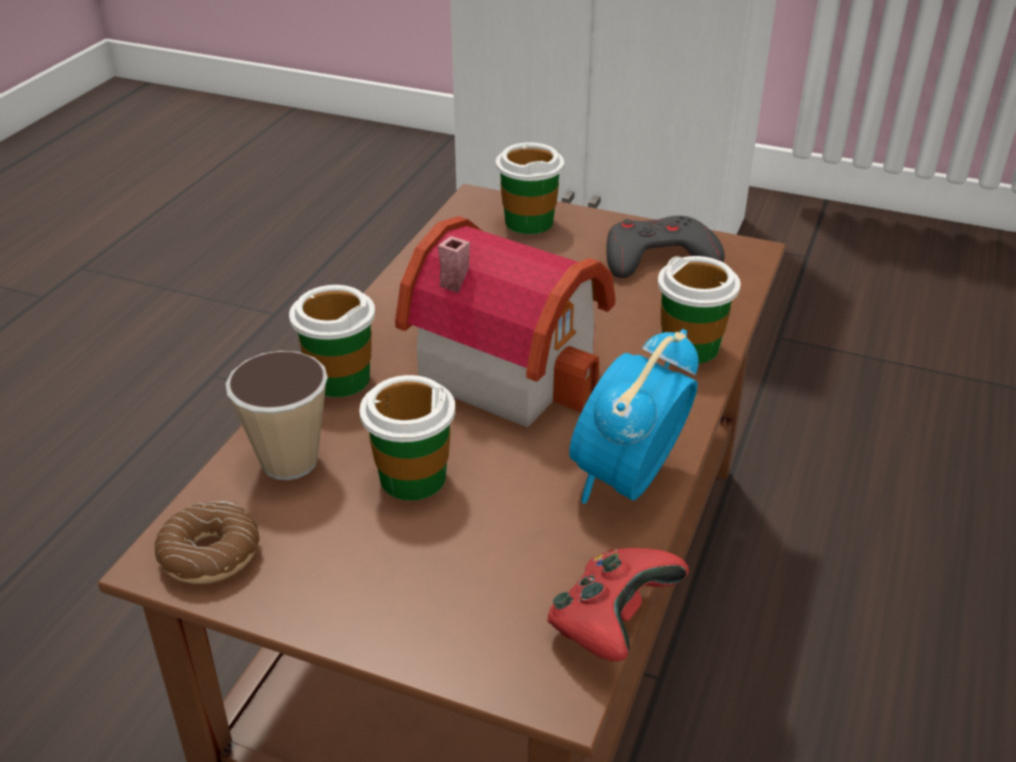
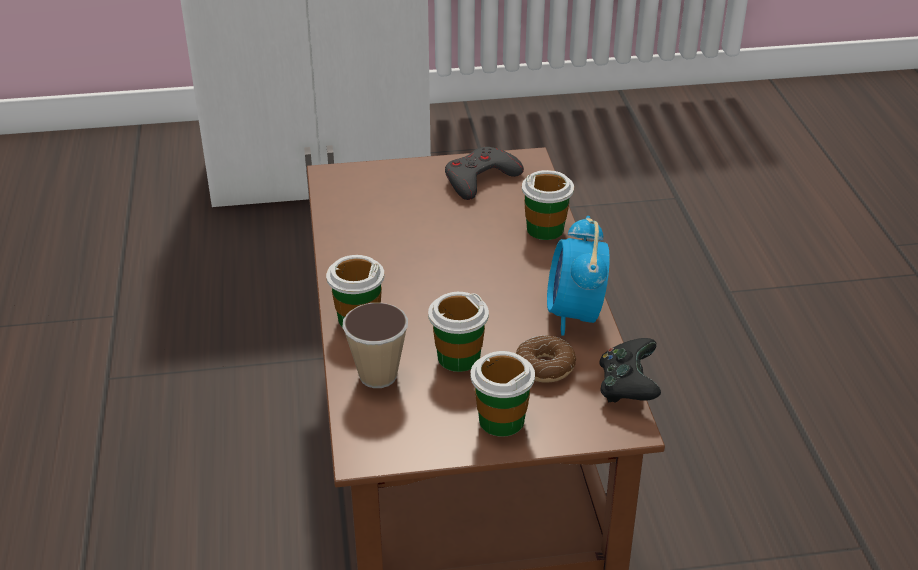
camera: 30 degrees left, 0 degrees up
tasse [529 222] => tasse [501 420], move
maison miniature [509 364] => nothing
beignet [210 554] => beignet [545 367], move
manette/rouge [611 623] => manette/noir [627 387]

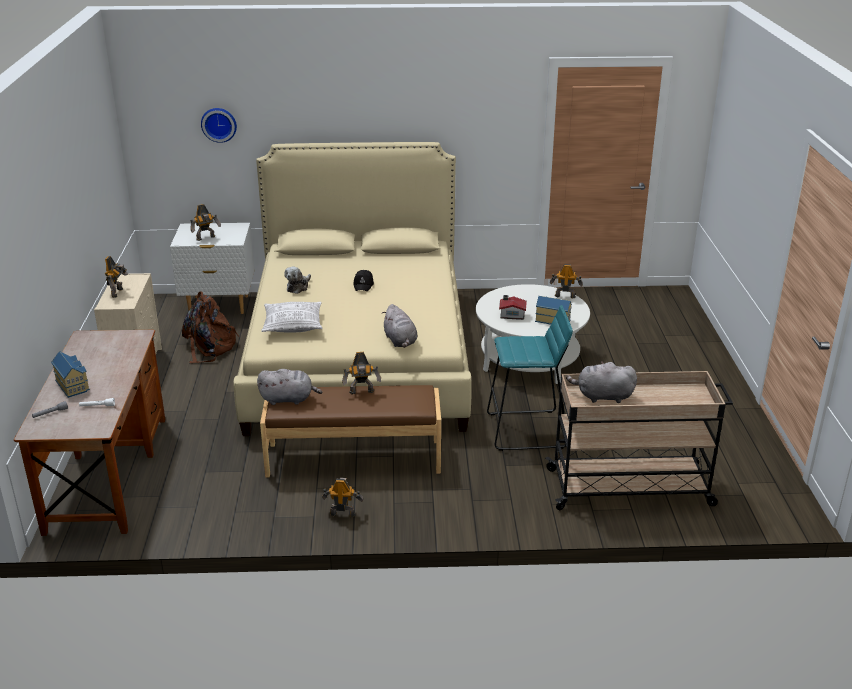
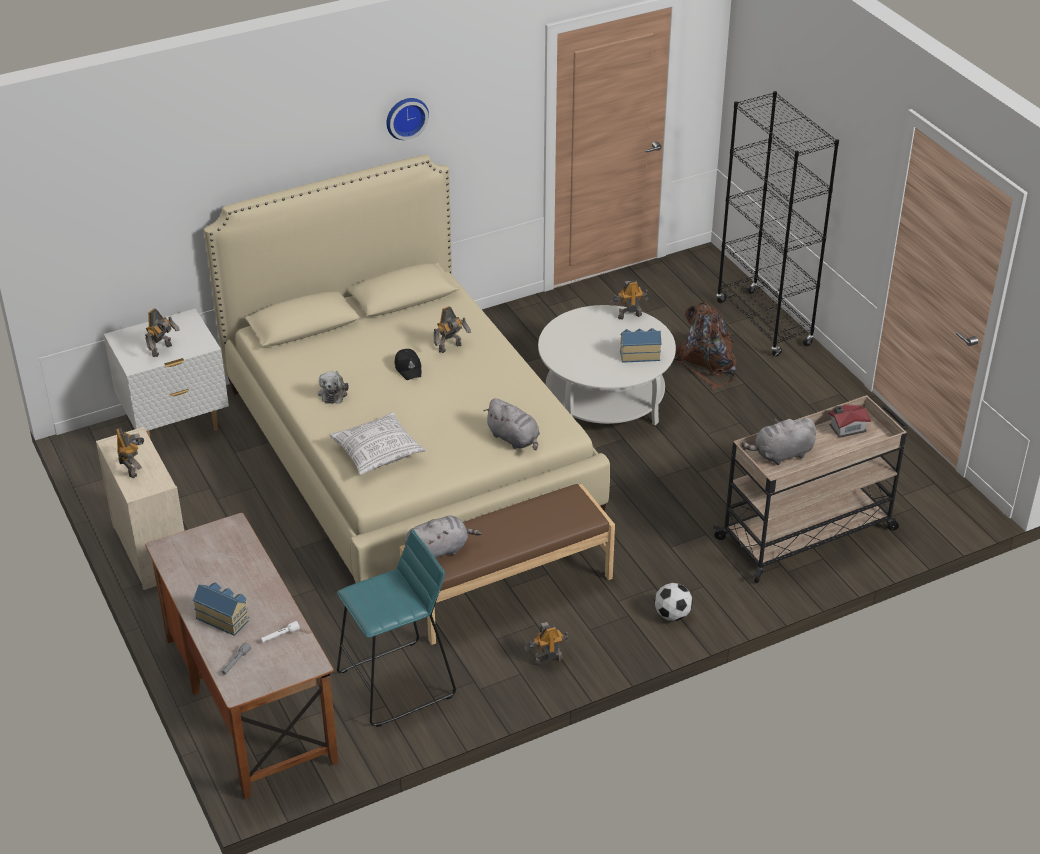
camera: 25 degrees left, 10 degrees up
horloge murale [219 124] => horloge murale [405 117], move
sac à dos/marron [209 347] => sac à dos/marron [707 364], move
maison miniature [511 315] => maison miniature [846 428], move
tabouret/turquoise [527 431] => tabouret/turquoise [397 684], move
robot jouet [362 392] => robot jouet [451 348], move
nothing => bibliothèque/noir [764 323]
nothing => ballon de foot [672 615]

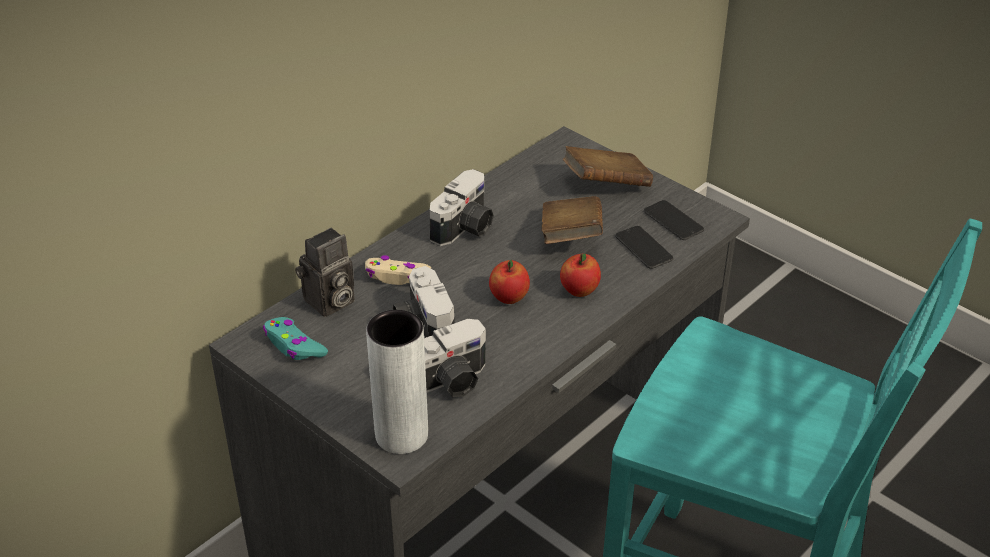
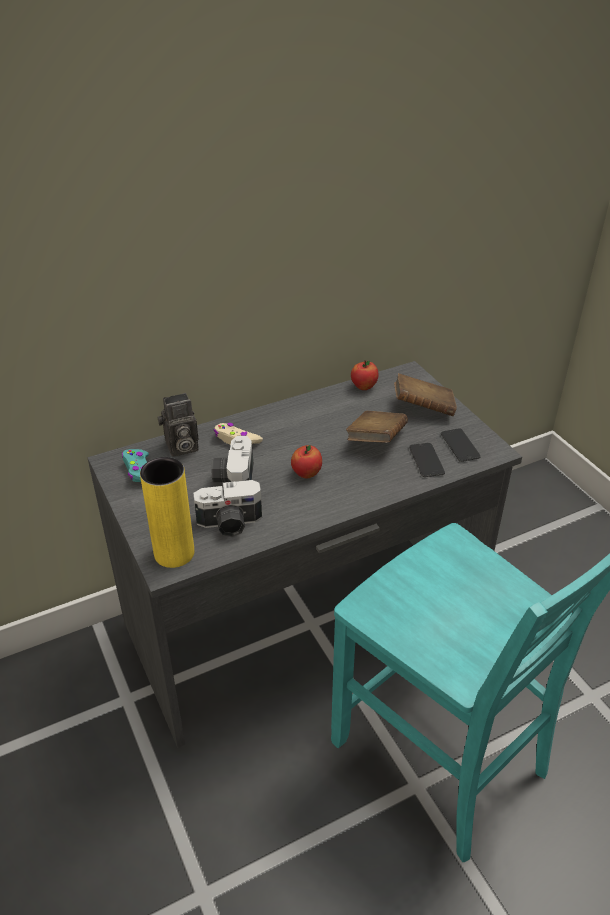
camera: 20 degrees right, 0 degrees up
appareil photo [466 228] => nothing
pomme [579 291] => pomme [363 386], move
vase/gris [401 435] => vase/jaune [174 553]

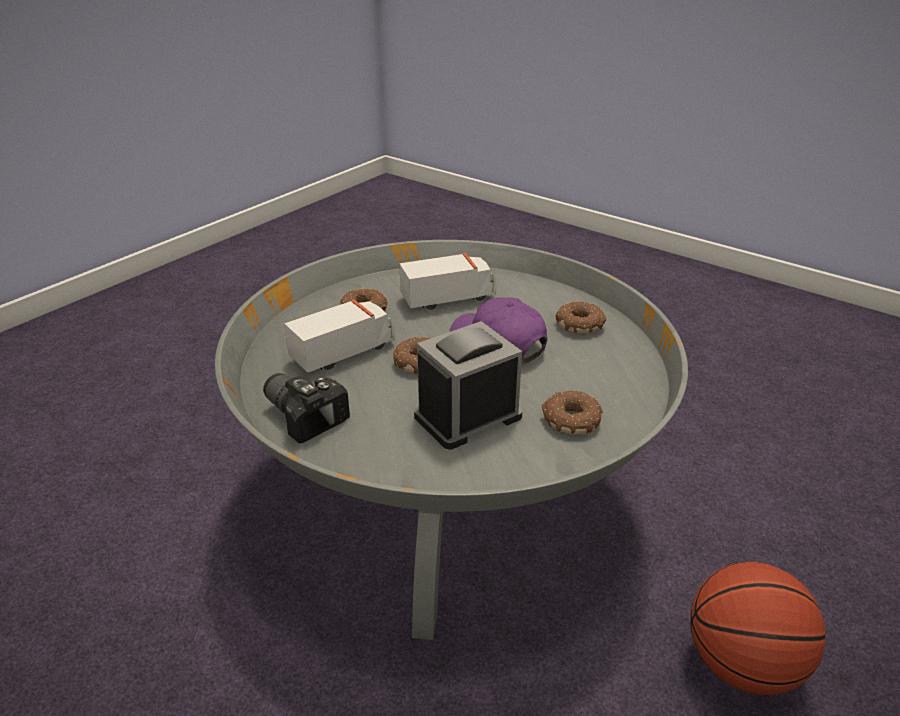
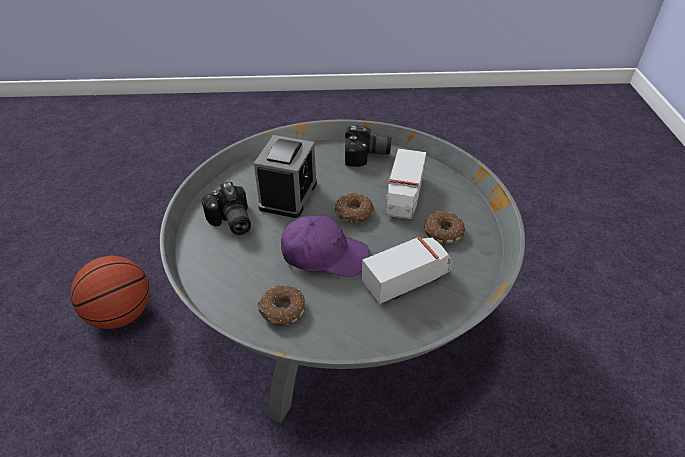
camera: 140 degrees right, 10 degrees up
camion jouet [449 298] => camion jouet [407 280], 150 degrees counterclockwise
beignet [570 420] => appareil photo [230 222]

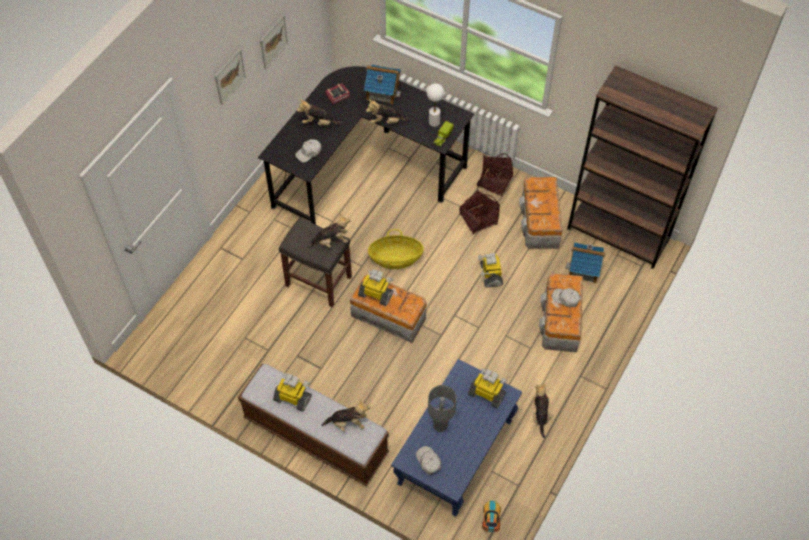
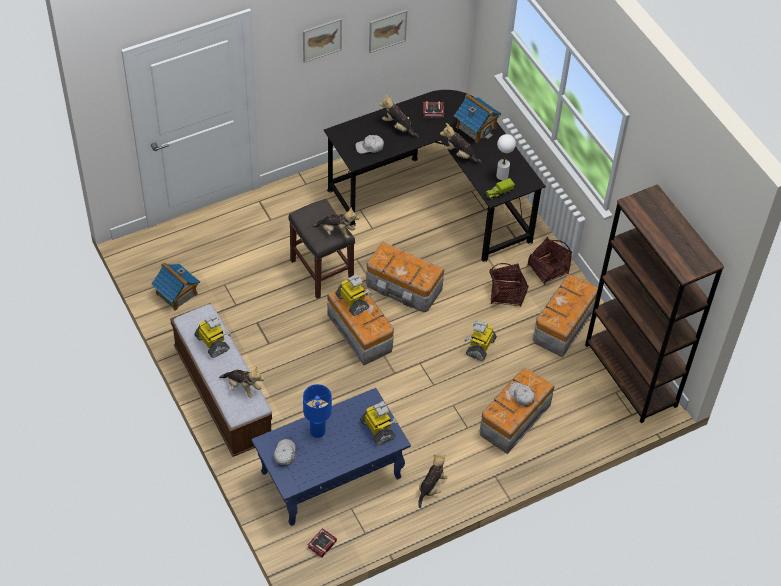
camera: 30 degrees right, 5 degrees down
panier [395 258] => boîte de rangement [404 288]
maison miniature [584 269] => maison miniature [177 294], move
lampe de table/gris [440 424] => lampe de table/bleu [317 431]
petite voiture [491 517] => livre [320 544]

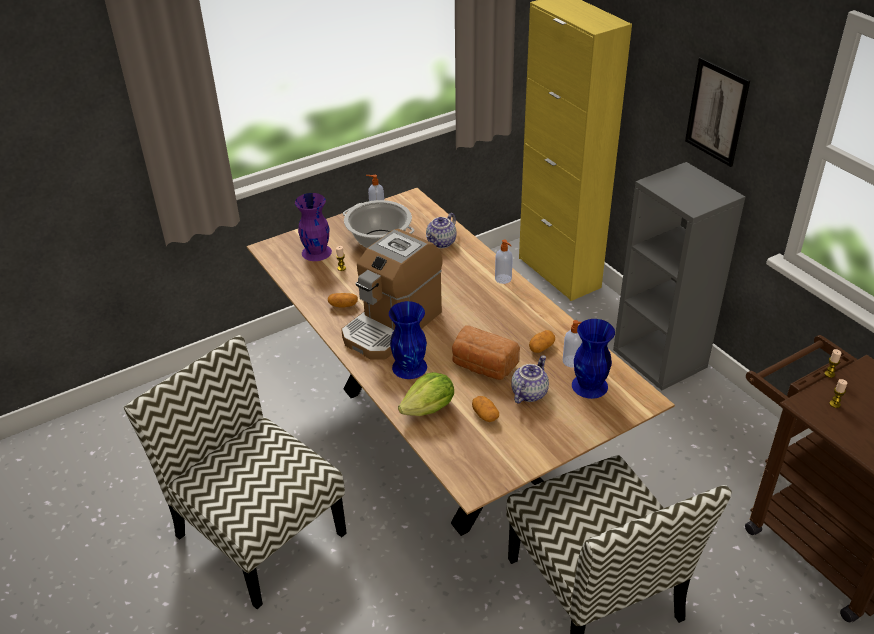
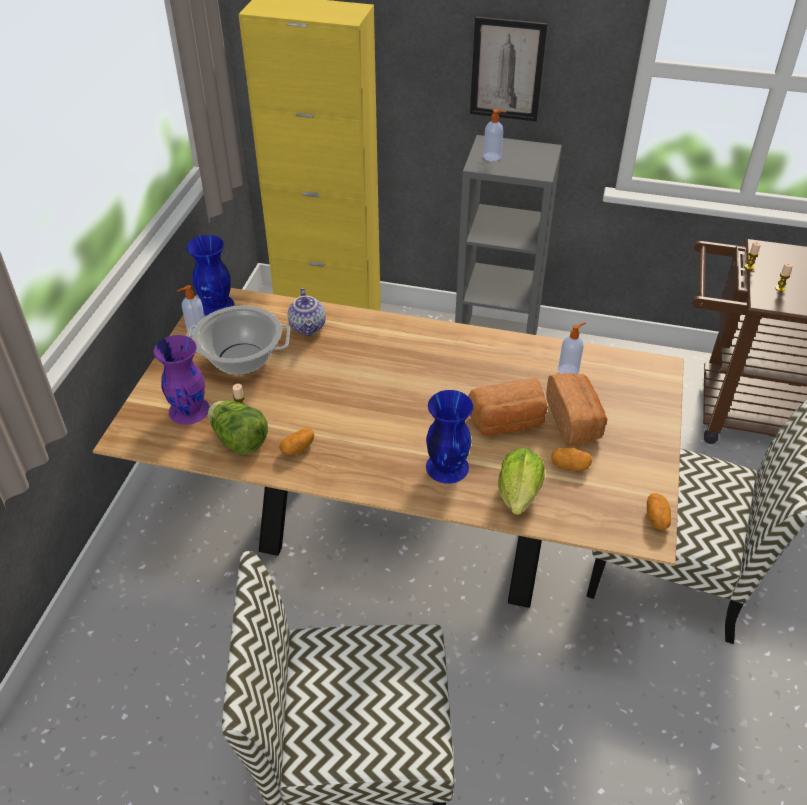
camera: 45 degrees left, 5 degrees up
machine à café [392 325] => nothing
distributeur de savon [503 279] => distributeur de savon [492 157], move
vase/bleu [589 386] => vase/bleu [216 306], move
pomme de terre [541 347] => pomme de terre [656 518], move
théière [528 393] => pain [575 421]
nothing => laitue [238 440]

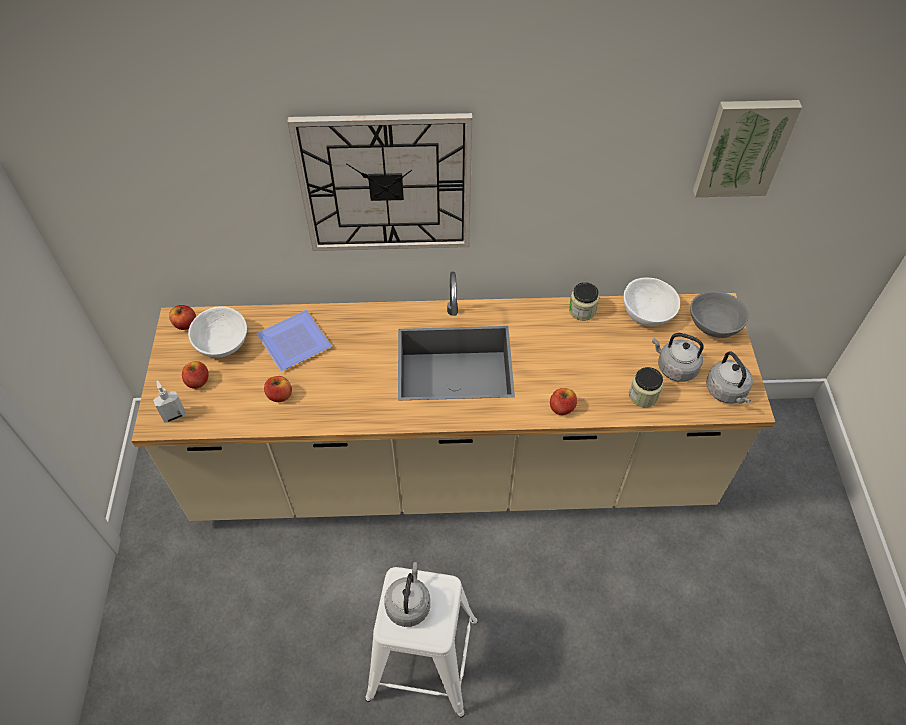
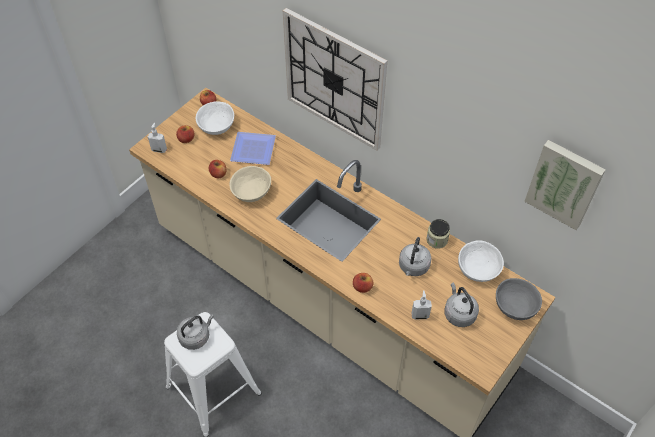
camera: 40 degrees right, 0 degrees up
bouilloire/gris [726 392] => bouilloire/gris [413 267], move
bocal [643 395] => distributeur de savon [420 315]
nothing => bol/beige [252 192]

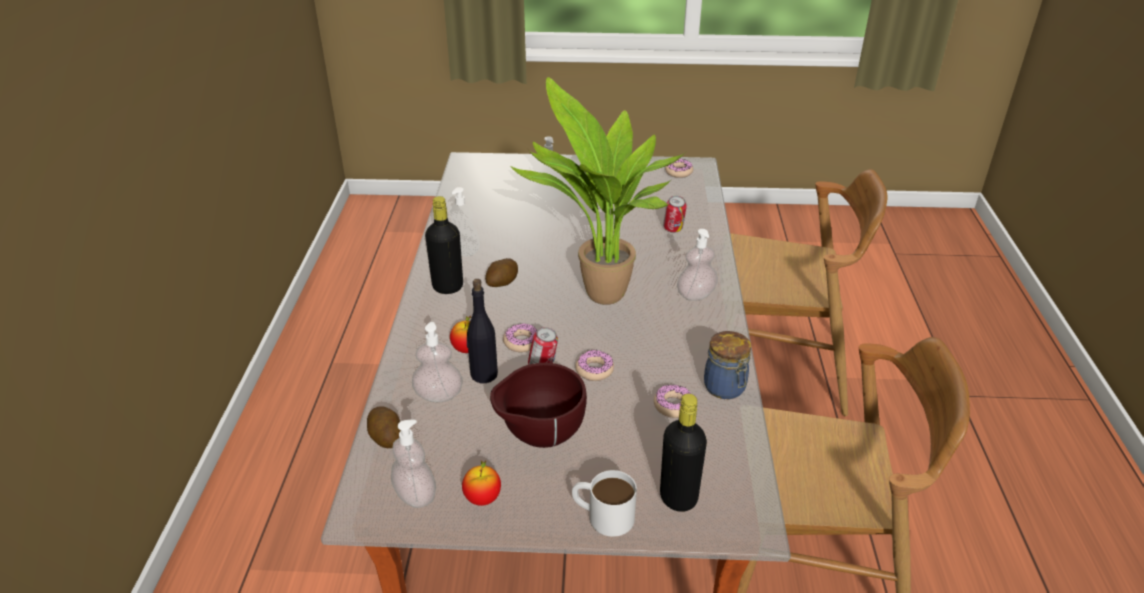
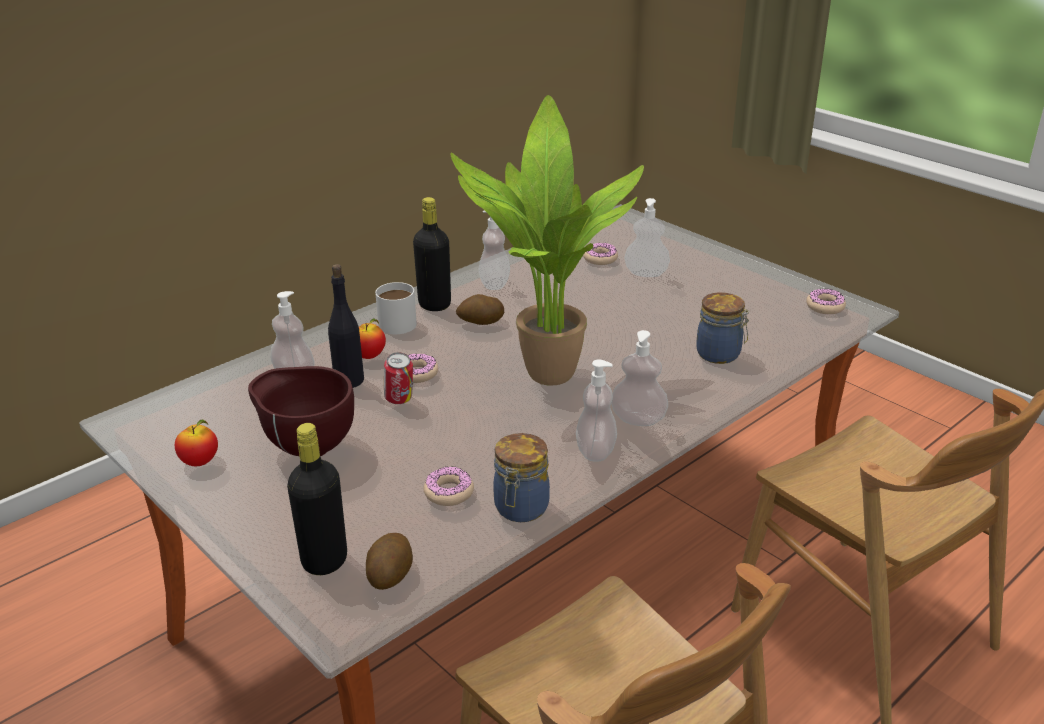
camera: 45 degrees right, 5 degrees down
boîte métallique [673 230] => bocal [720 354]
beignet [594 370] => beignet [600 259], move
pomme de terre [386 437] => pomme de terre [390 574], move
distributeur de savon [415 495] => distributeur de savon [595 451], move
mug/blanc [602 515] => mug/blanc [395 321], move

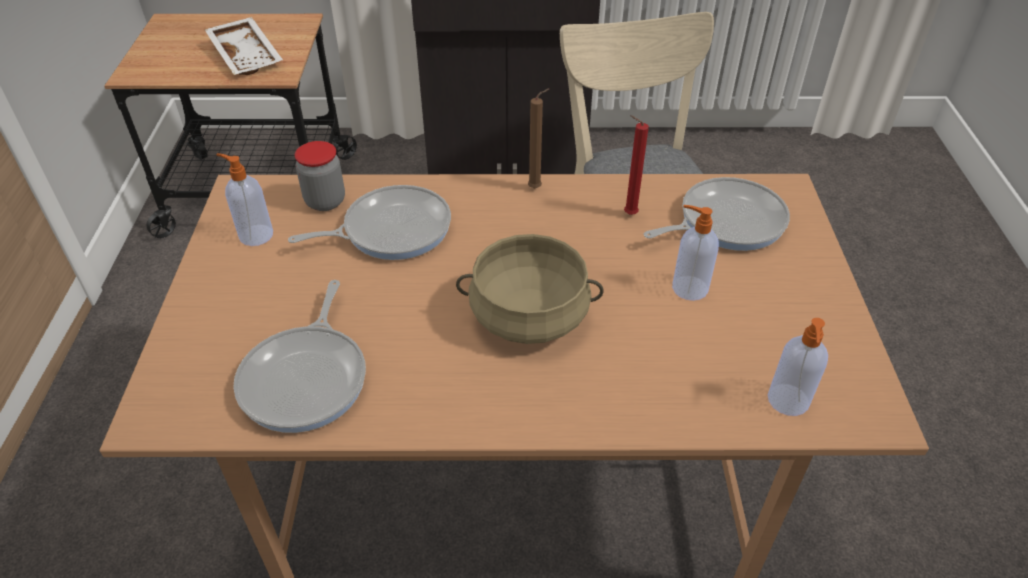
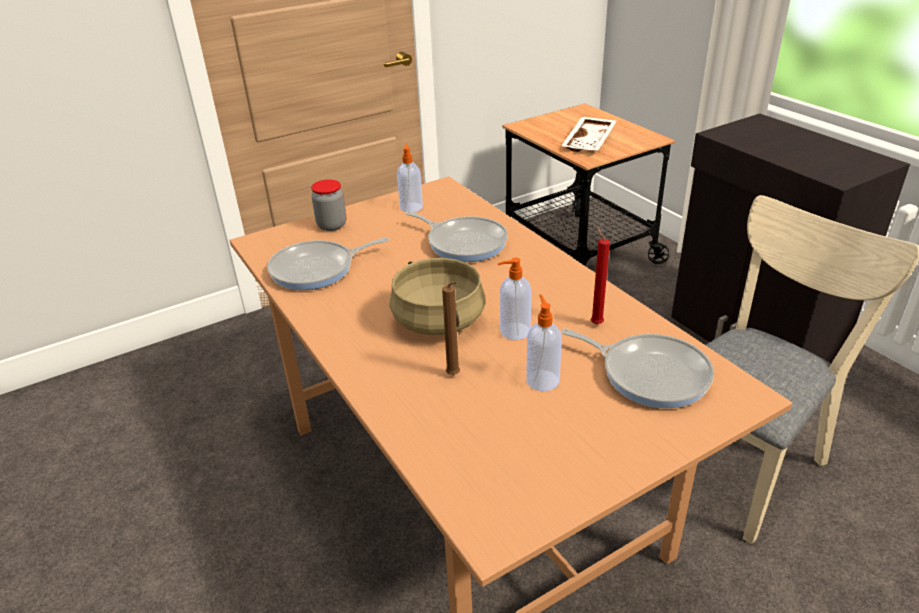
camera: 60 degrees right, 10 degrees down
bougie/marron [537 188] => bougie/marron [454 376], move
bocal [325 201] => bocal [332 225], move
distributeur de savon [788 401] => distributeur de savon [514 331], move

